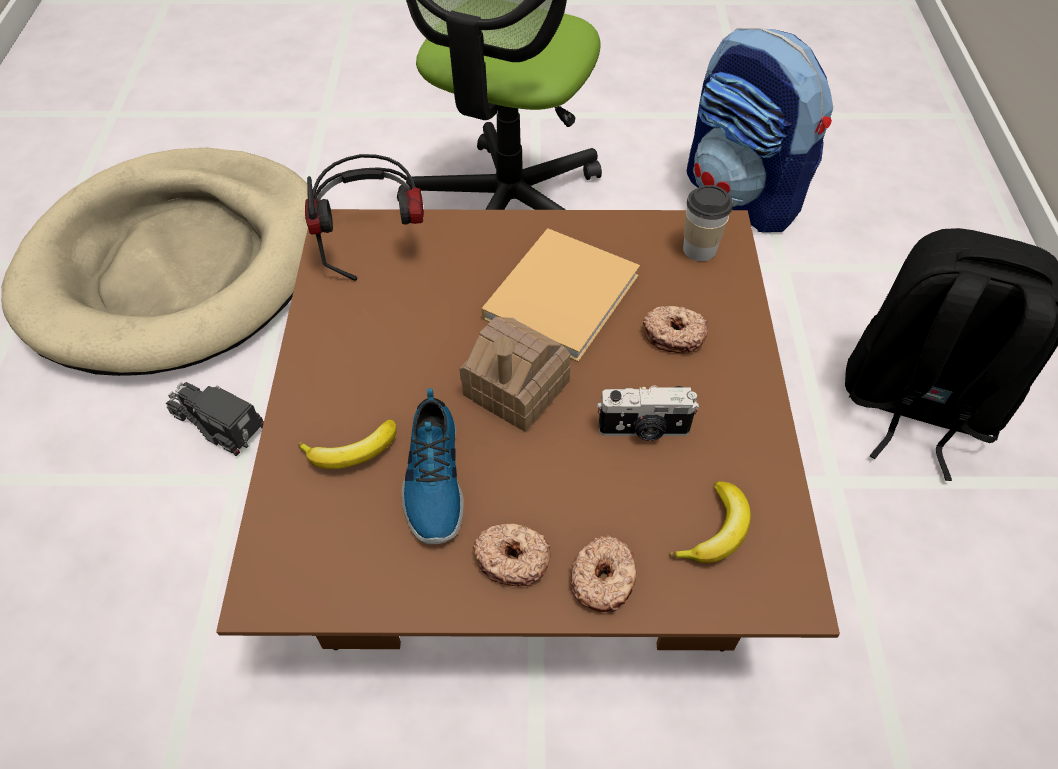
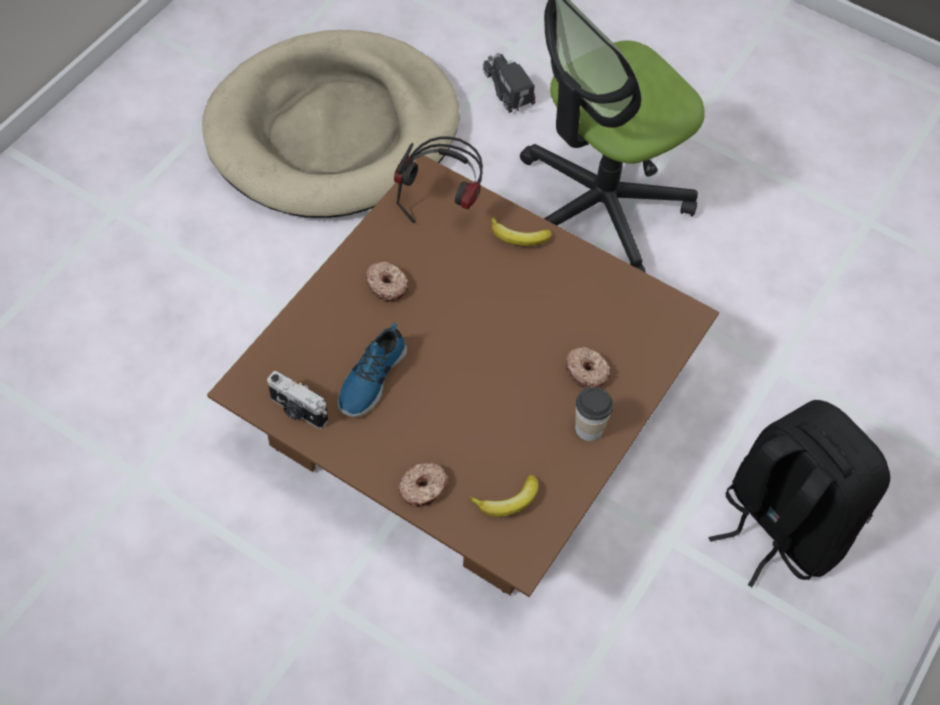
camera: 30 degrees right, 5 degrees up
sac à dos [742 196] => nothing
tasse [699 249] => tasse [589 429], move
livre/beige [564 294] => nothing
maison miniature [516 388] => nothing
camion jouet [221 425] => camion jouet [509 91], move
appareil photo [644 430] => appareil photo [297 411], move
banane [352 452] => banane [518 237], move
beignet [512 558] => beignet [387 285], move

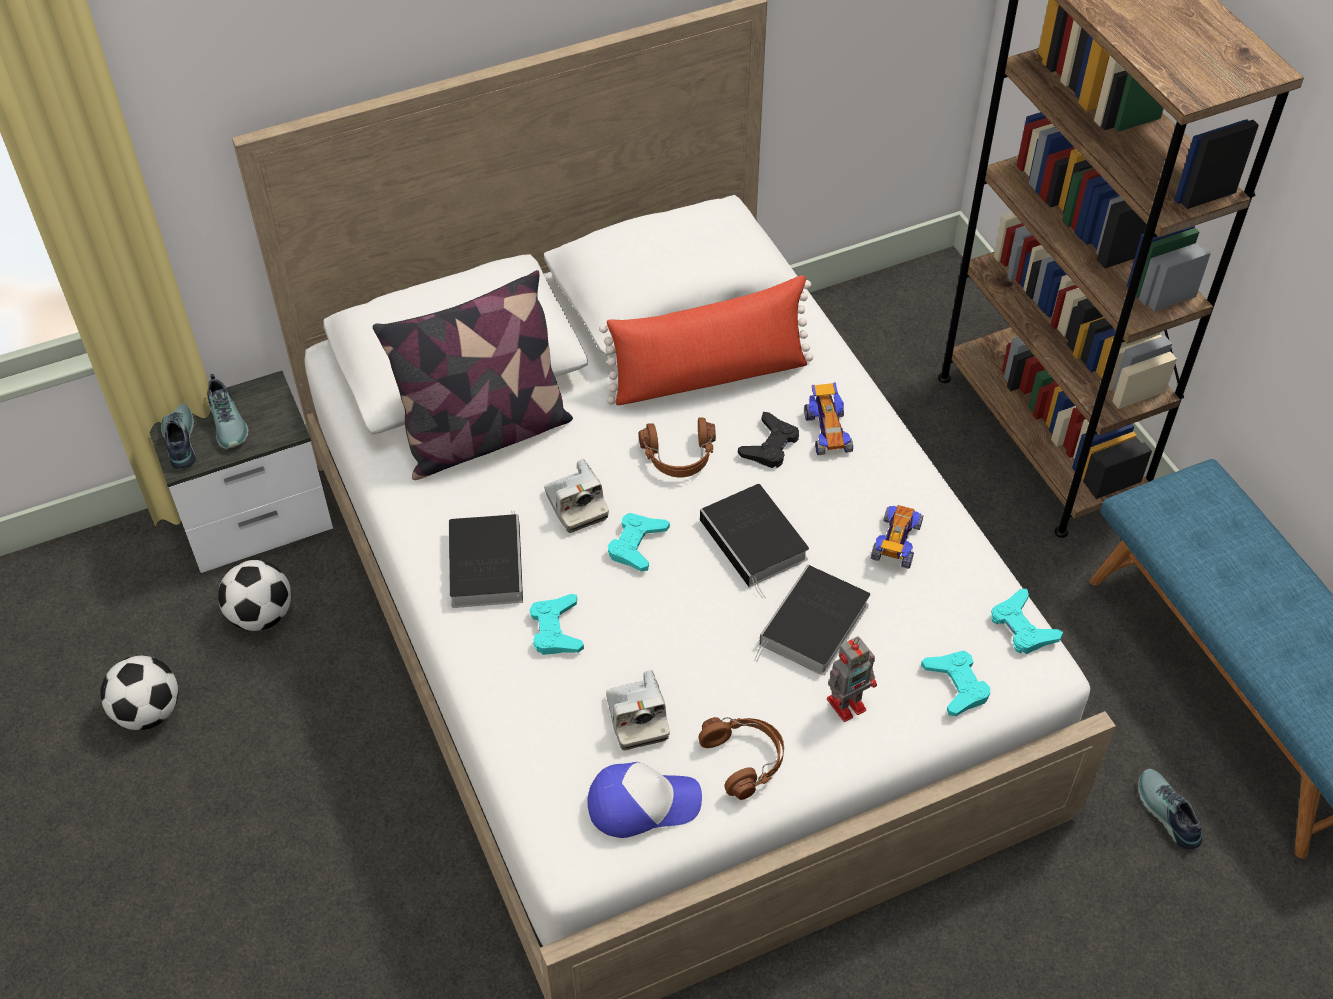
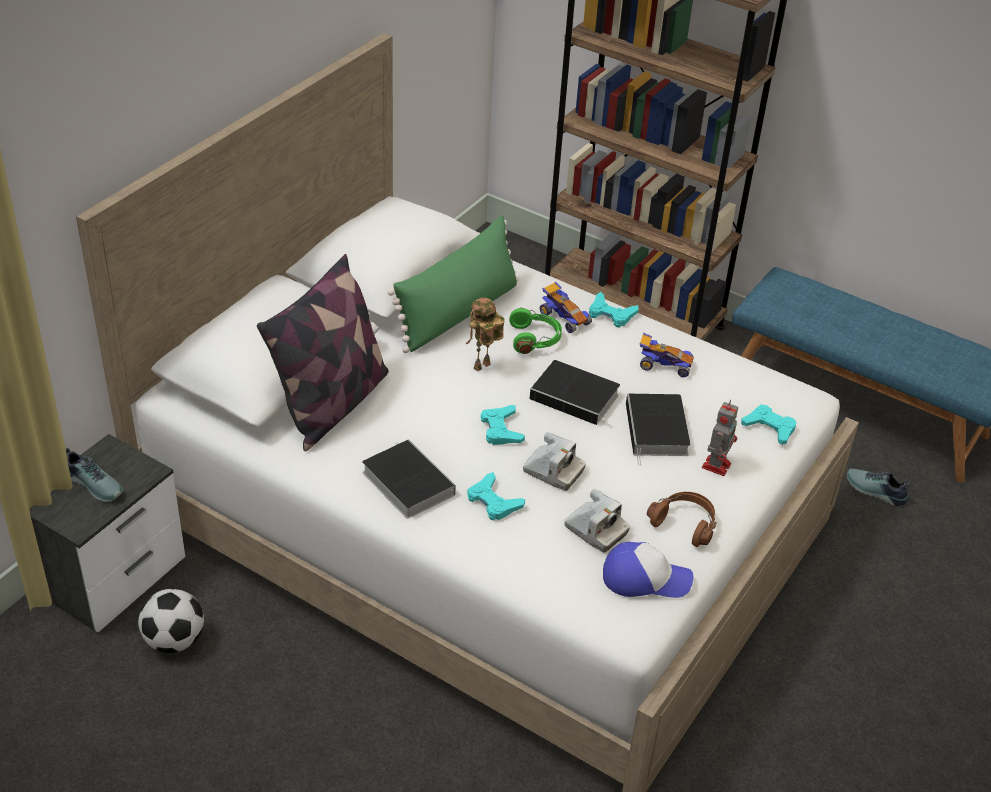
camera: 35 degrees left, 10 degrees down
coussin/rouge [709 376] => coussin/vert [458 313]
chaussure [178 440] => nothing
manette/noir [770 445] => casque audio/vert [535 339]
casque audio/marron [679 458] => robot jouet [482 368]
appareil photo [576 505] => appareil photo [553 472], move
petite voiture [896 544] => petite voiture [664 365], 120 degrees clockwise
manette/turquoise [1022 627] => manette/turquoise [611 314], move
ballon de foot [149 712] => nothing
casquette [642 804] => casquette [645 578], 45 degrees clockwise

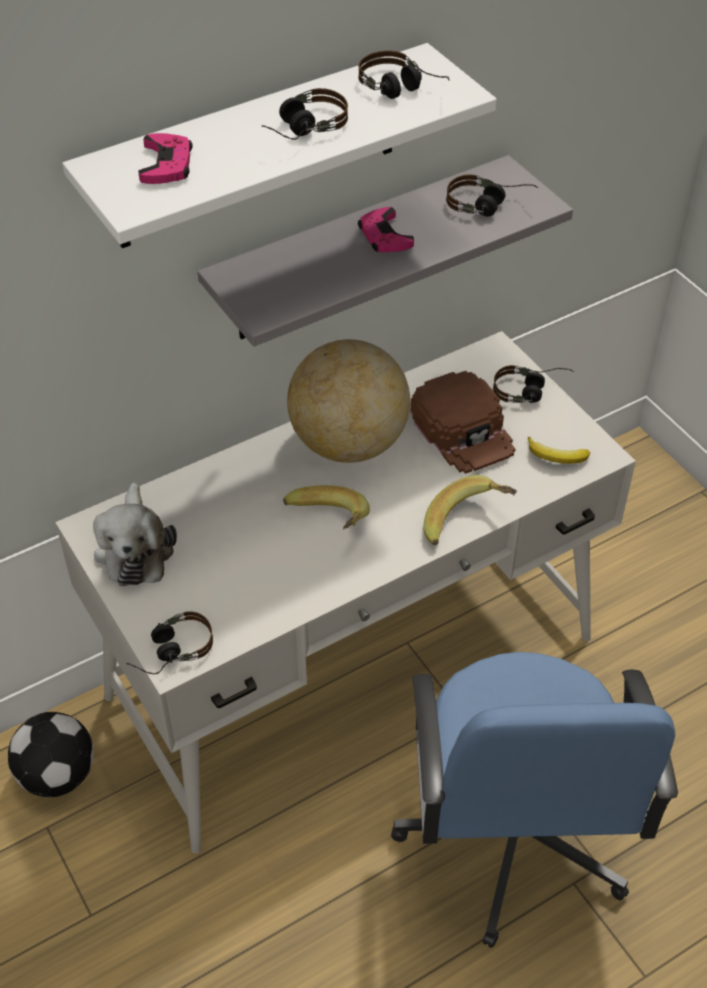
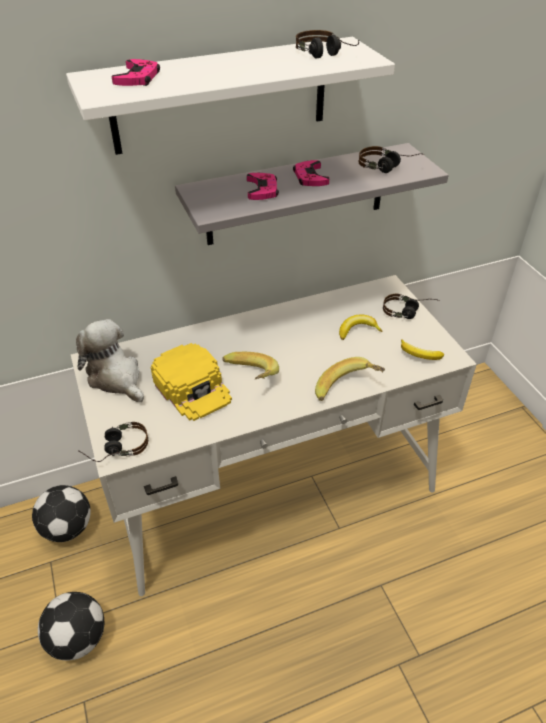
camera: 10 degrees right, 5 degrees down
casque audio [301 129] => nothing
globe [348 444] => nothing
casquette/marron [463 430] => banane [357 330]
peluche [135 548] => peluche [116 377], 135 degrees clockwise
chaise de bureau/bleu [512 838] => nothing
nothing => manette/rose [262 190]
nothing => casquette/jaune [193 387]
nothing => ballon de foot [78 637]

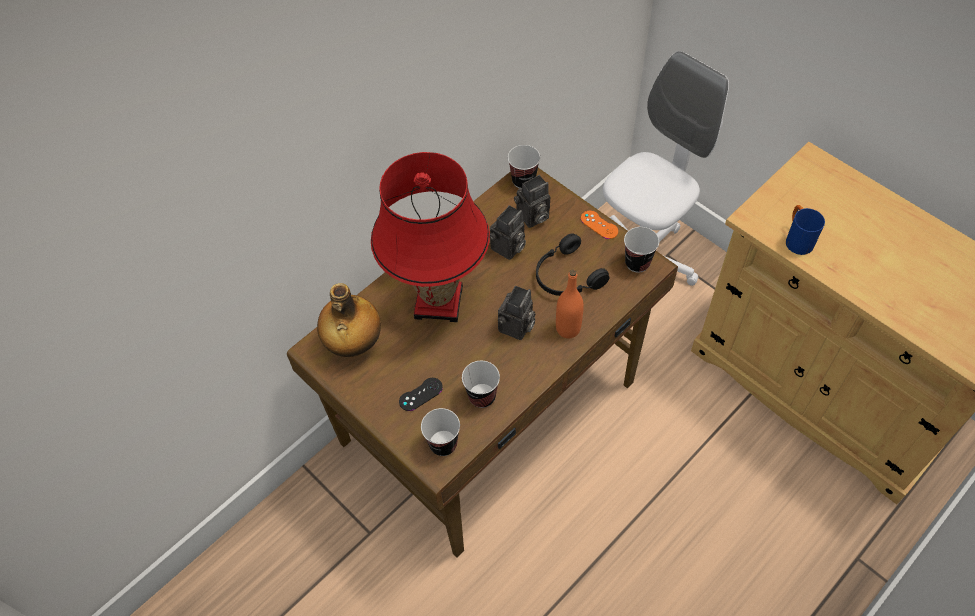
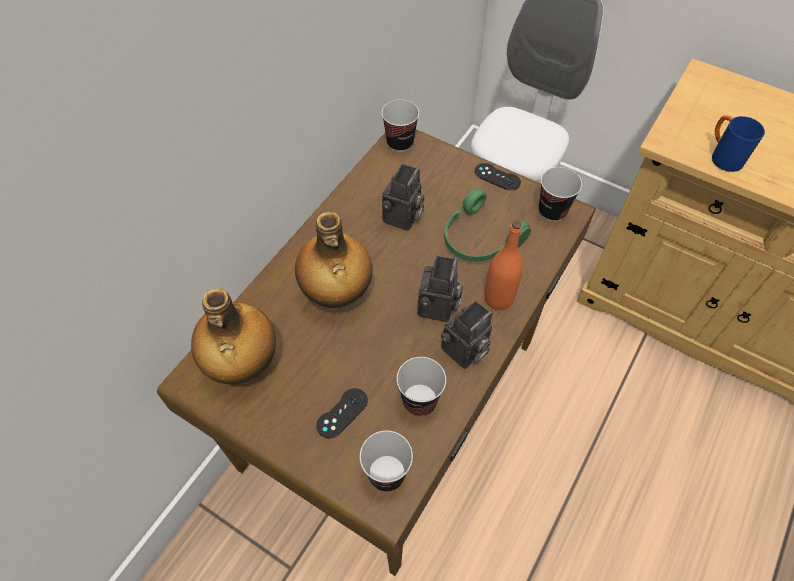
camera: 15 degrees left, 0 degrees up
lampe de table/rouge [438 302] => bouteille [336 294]
appareil photo [532 217] => appareil photo [464 352], move
manette/orange [599 225] => manette/noir [497 177]
casque audio/noir [566 276] => casque audio/vert [478 239]

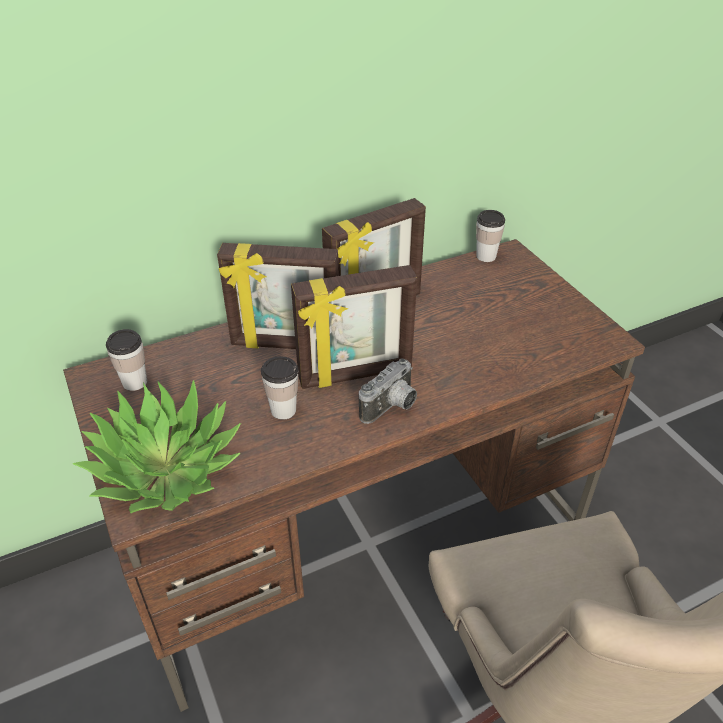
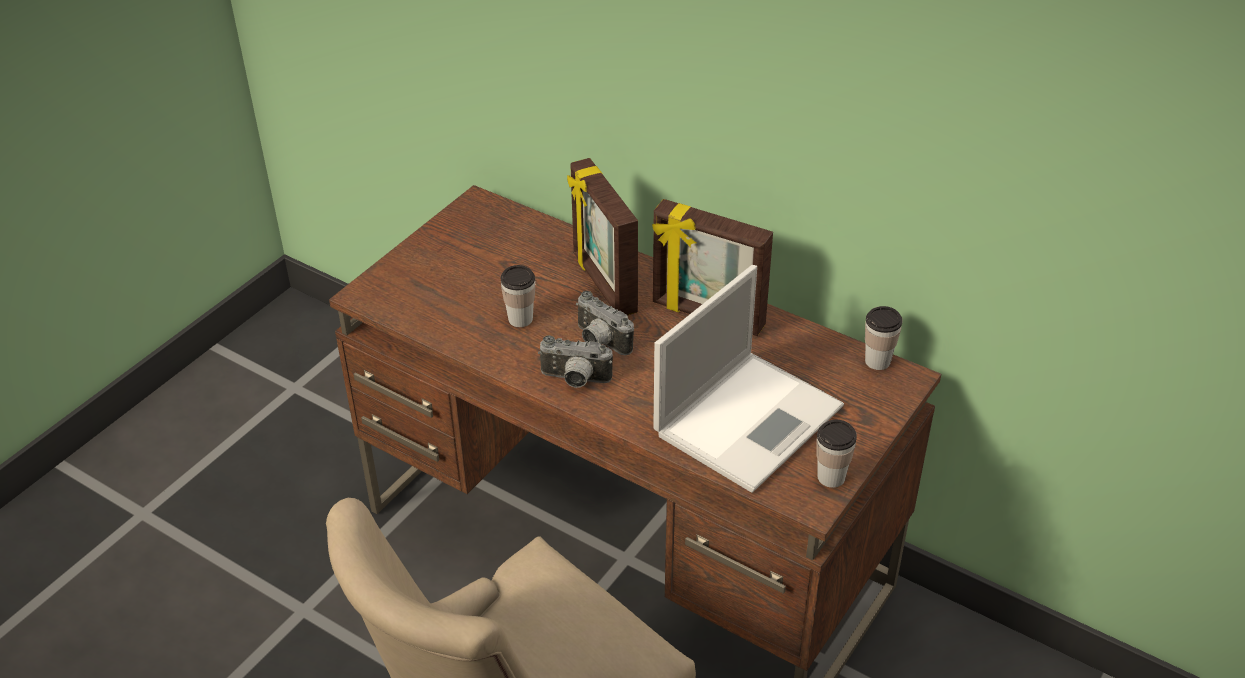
camera: 60 degrees right, 0 degrees up
cadre photo [355 375] => appareil photo [599 342]
tasse [135 382] => tasse [831 477], move
plante en pot [165 468] => nothing
nothing => ordinateur portable [750 418]

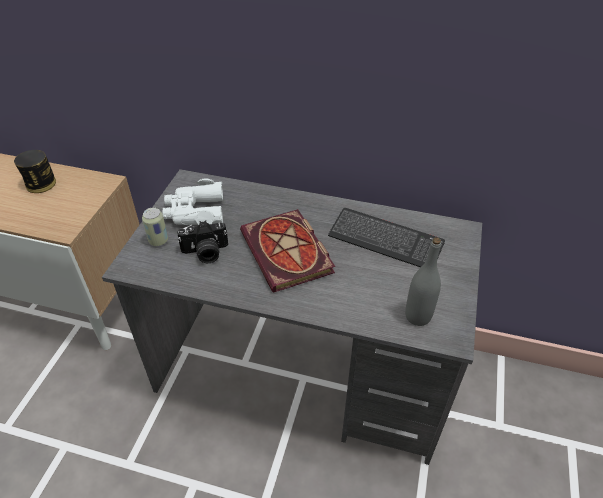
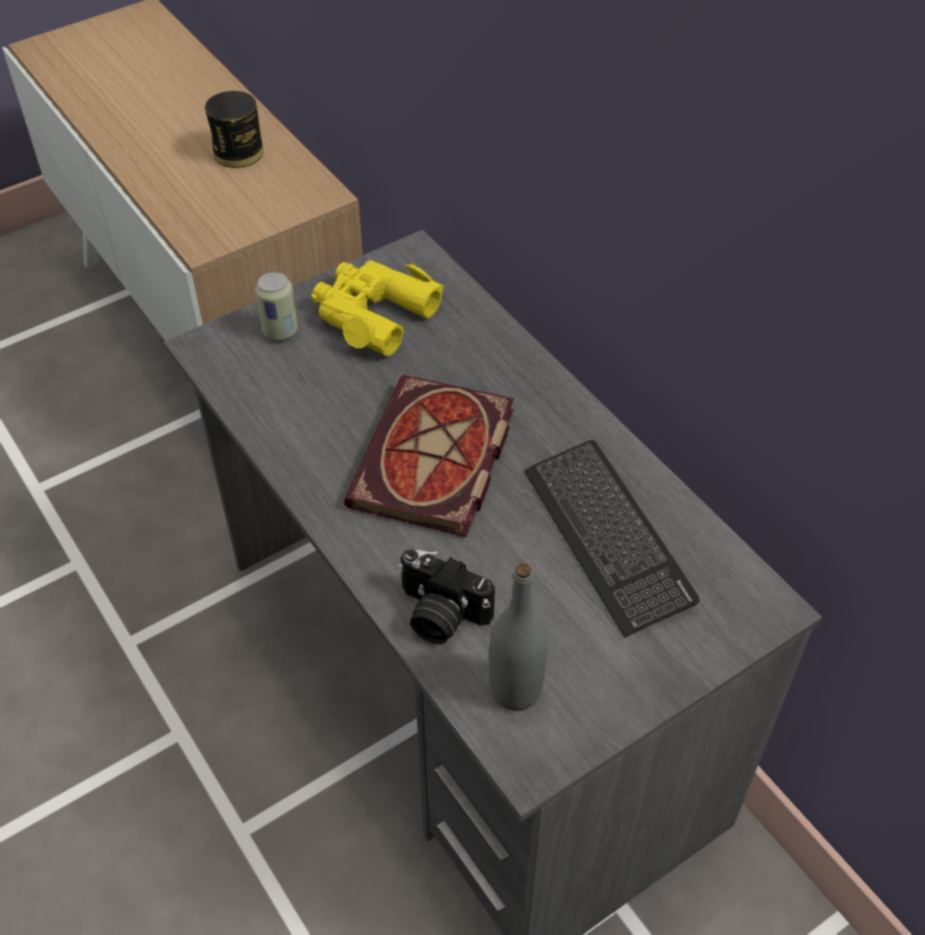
camera: 40 degrees right, 5 degrees up
jumelles/blanc [195 212] => jumelles/jaune [372 314]
appareil photo [205 253] => appareil photo [439 615], move

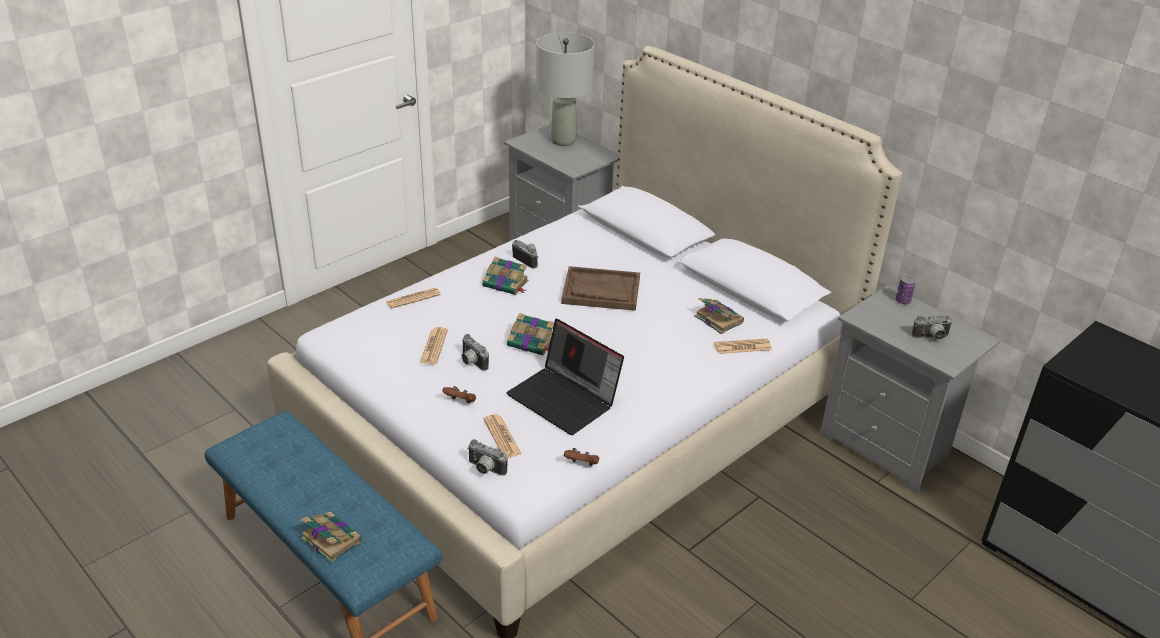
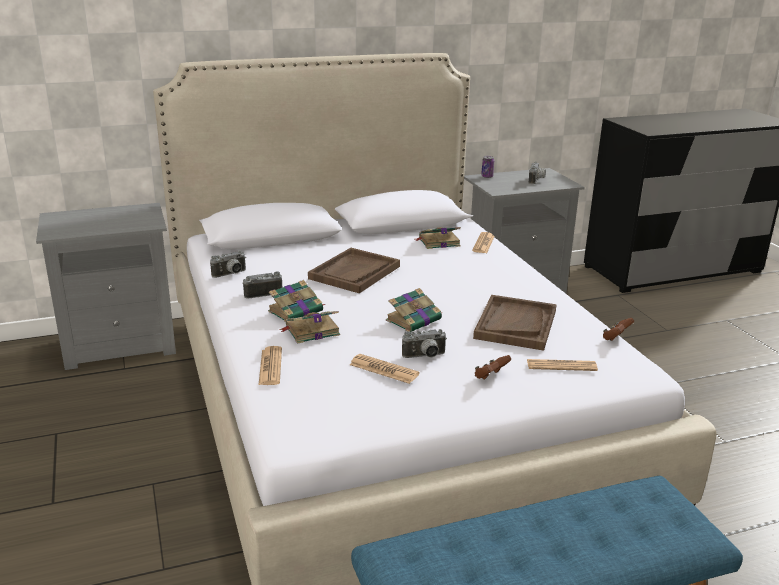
camera: 65 degrees left, 10 degrees down
lampe de table/gris [563 141] => nothing
ordinateur portable [565 399] => plateau/marron [515 324]
appareil photo [485 469] => appareil photo [231 274], move
livre [330 539] => livre [311 331], move

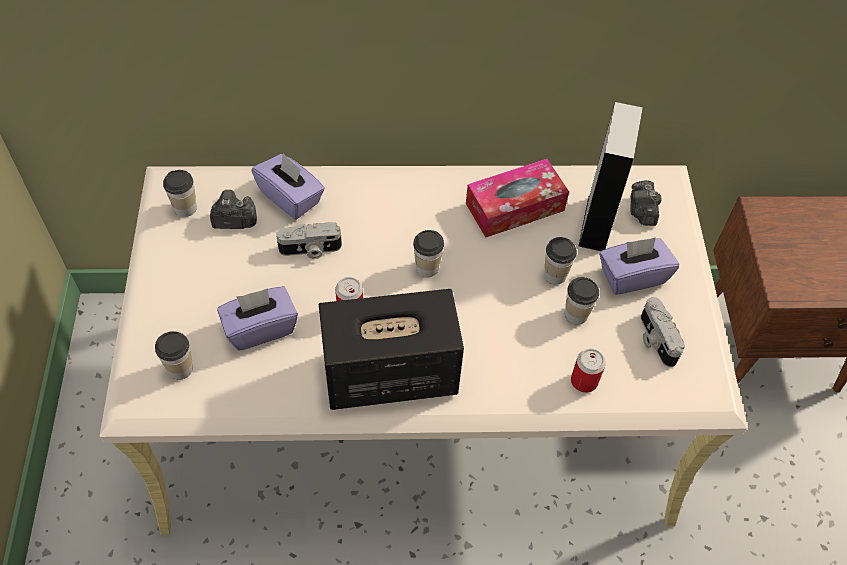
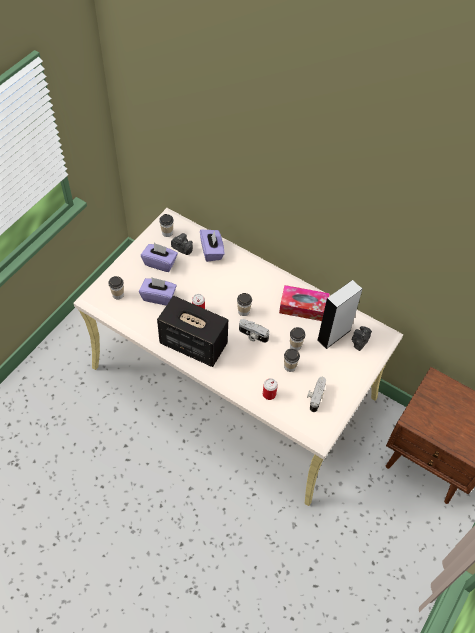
camera: 35 degrees right, 0 degrees up
appareil photo [310 250] => appareil photo [252 335], move
boîte à mouchoirs/violet [632 276] => boîte à mouchoirs/violet [160 263], move

